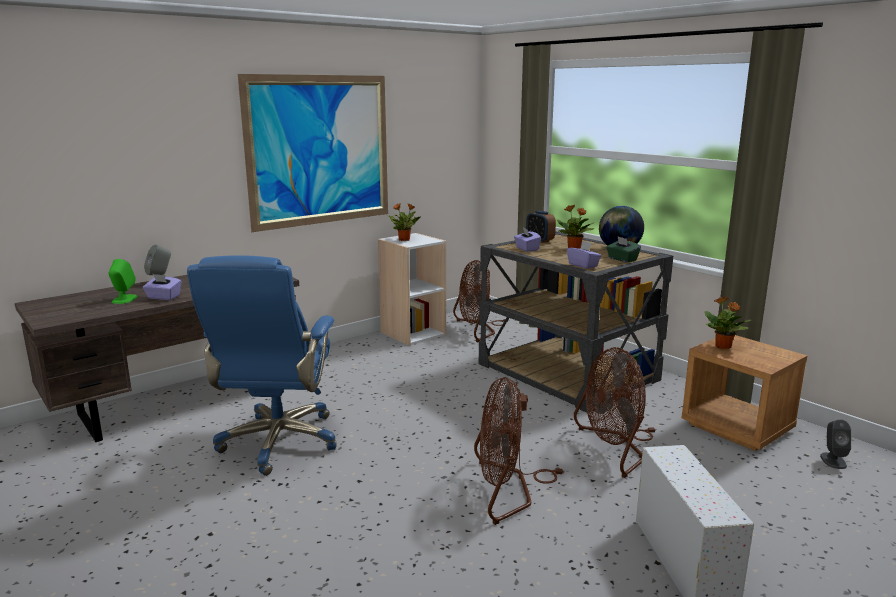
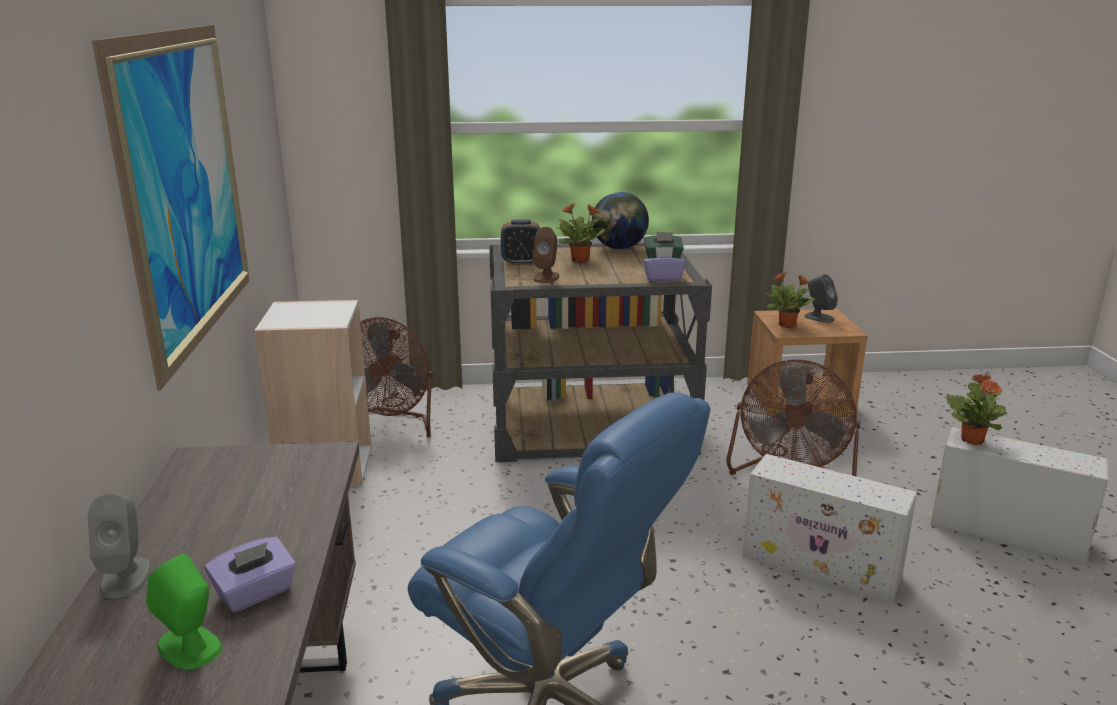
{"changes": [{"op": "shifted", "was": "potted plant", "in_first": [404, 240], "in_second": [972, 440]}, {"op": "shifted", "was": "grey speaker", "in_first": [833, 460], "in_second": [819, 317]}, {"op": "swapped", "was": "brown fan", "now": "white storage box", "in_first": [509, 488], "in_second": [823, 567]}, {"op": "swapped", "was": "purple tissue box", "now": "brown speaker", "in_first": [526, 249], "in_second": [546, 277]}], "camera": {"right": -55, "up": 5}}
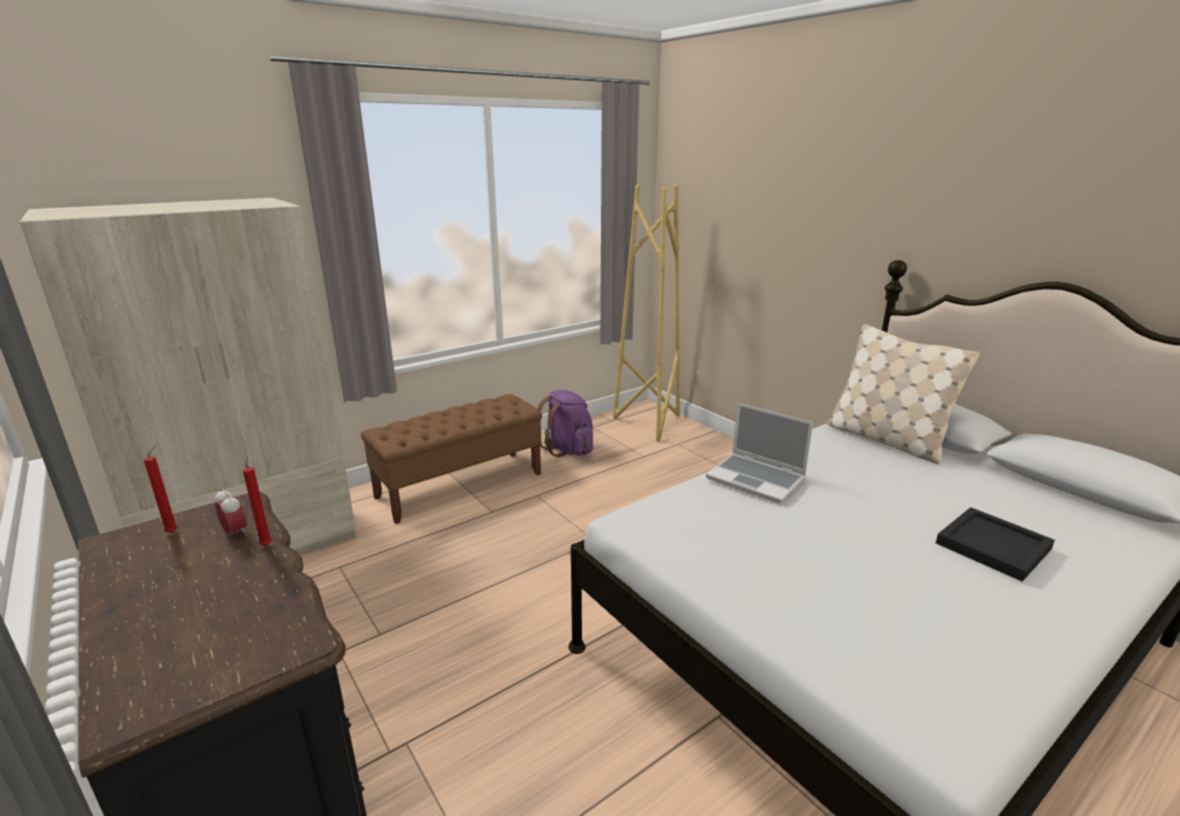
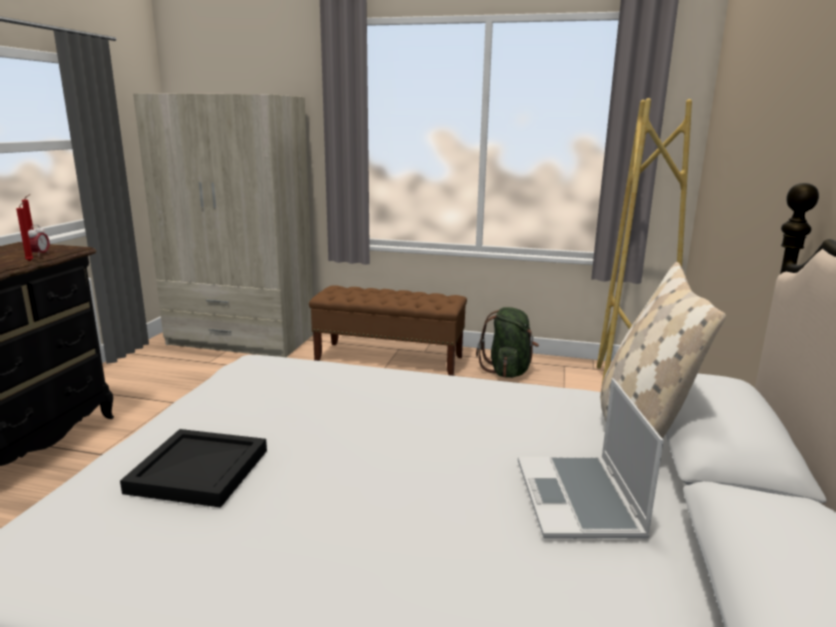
{"changes": [{"op": "shifted", "was": "laptop", "in_first": [757, 479], "in_second": [580, 500]}, {"op": "shifted", "was": "black tray", "in_first": [992, 545], "in_second": [201, 470]}, {"op": "repainted", "was": "purple backpack", "now": "green backpack", "in_first": [567, 449], "in_second": [508, 371]}], "camera": {"right": 50, "up": -5}}
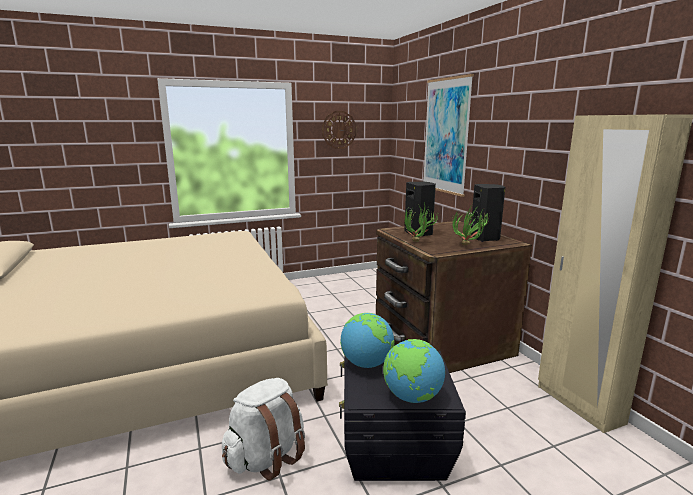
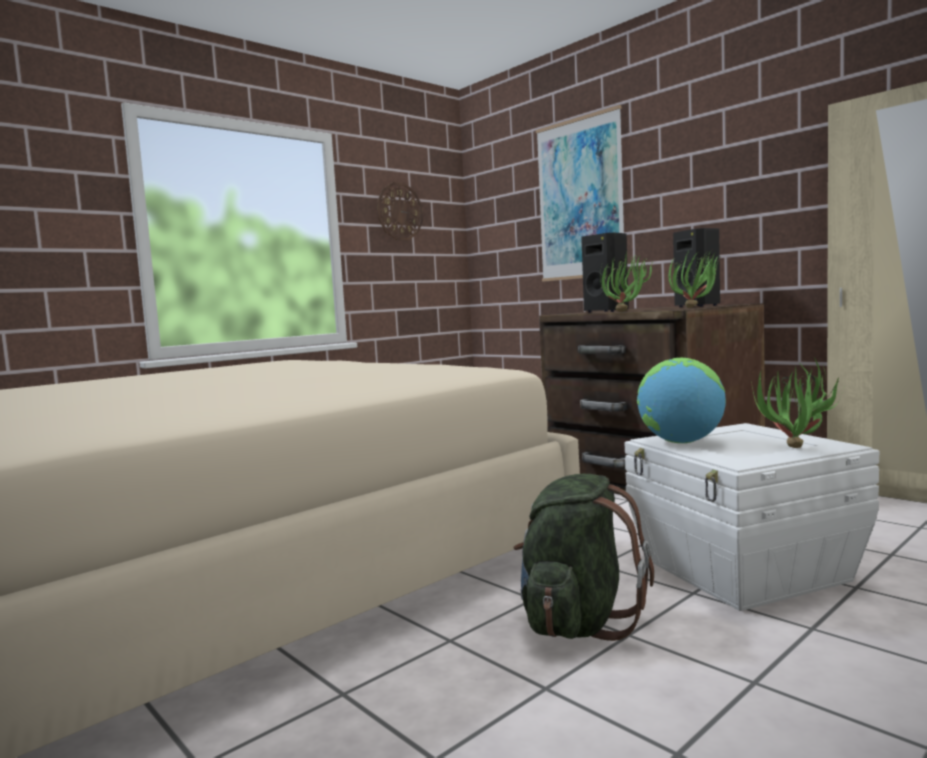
{"changes": [{"op": "swapped", "was": "globe", "now": "potted plant", "in_first": [412, 397], "in_second": [797, 450]}, {"op": "repainted", "was": "white backpack", "now": "green backpack", "in_first": [266, 457], "in_second": [577, 622]}, {"op": "repainted", "was": "black storage box", "now": "white storage box", "in_first": [394, 448], "in_second": [744, 570]}], "camera": {"right": -20, "up": -10}}
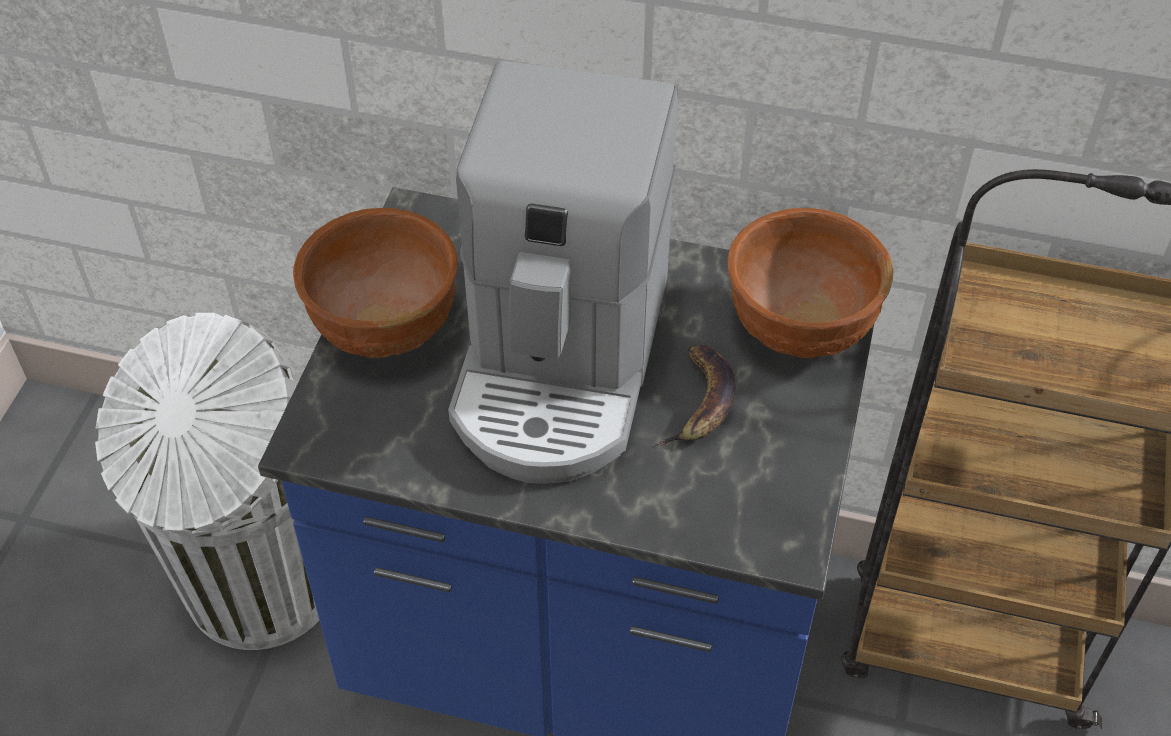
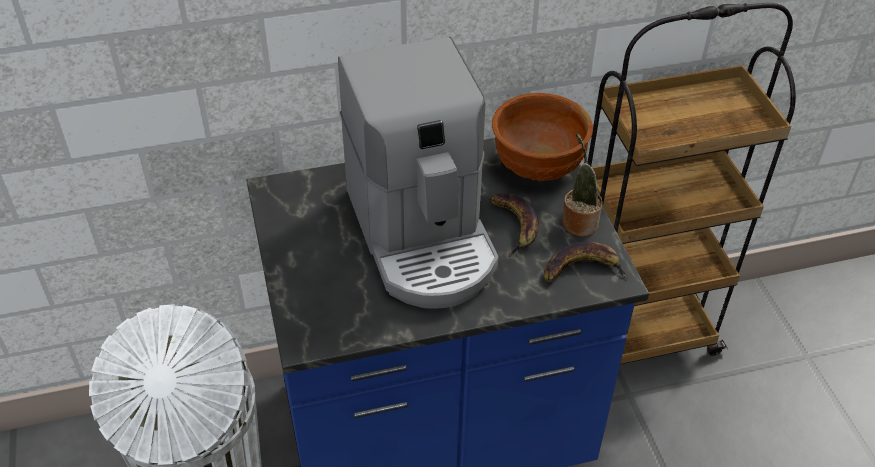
{"changes": [{"op": "gone", "was": "brown bowl", "in_first": [386, 326]}, {"op": "new", "now": "banana", "in_second": [582, 269]}, {"op": "new", "now": "potted plant", "in_second": [578, 222]}], "camera": {"right": -30, "up": -5}}
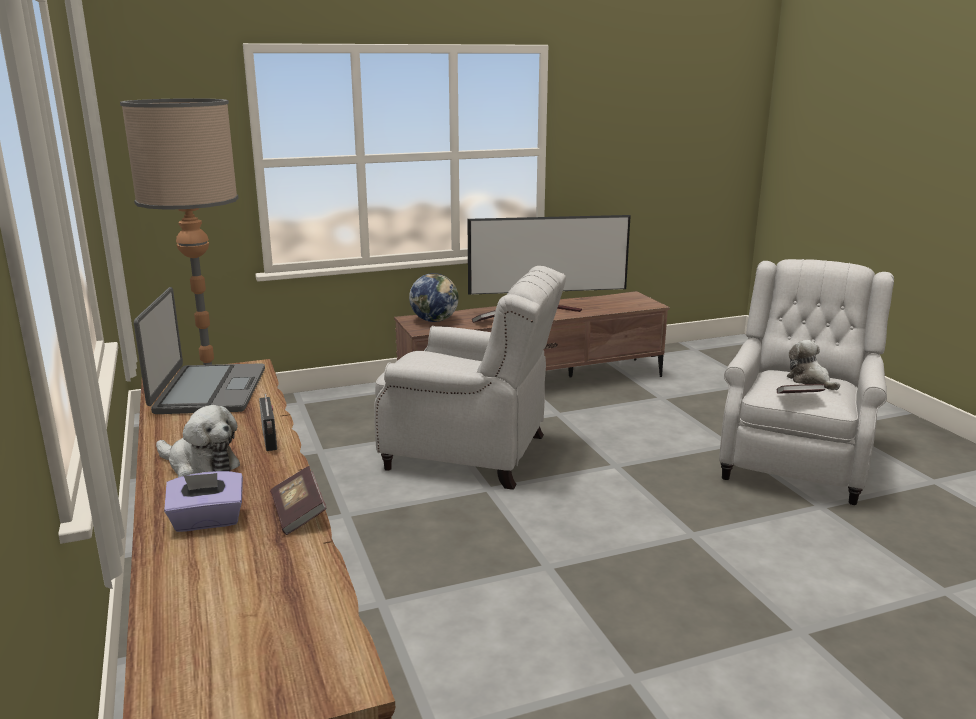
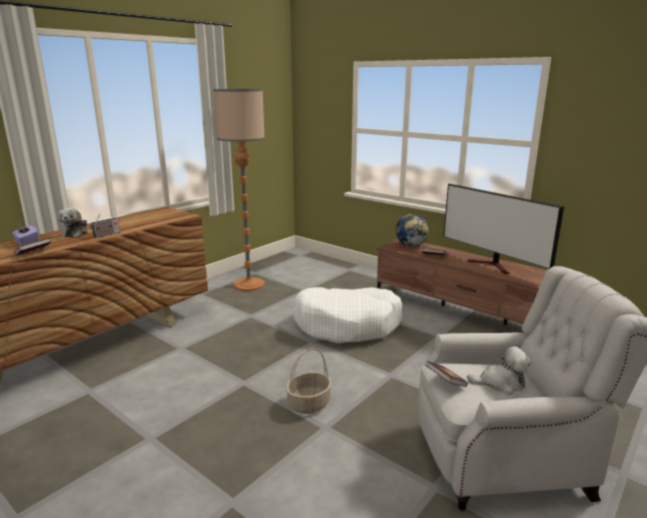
{"changes": [{"op": "gone", "was": "laptop", "in_first": [208, 391]}, {"op": "new", "now": "basket", "in_second": [308, 404]}, {"op": "swapped", "was": "white armchair", "now": "white dog bed", "in_first": [469, 453], "in_second": [347, 325]}, {"op": "rotated", "was": "plush toy", "in_first": [810, 381], "in_second": [500, 383], "clockwise": 60}], "camera": {"right": 60, "up": 0}}
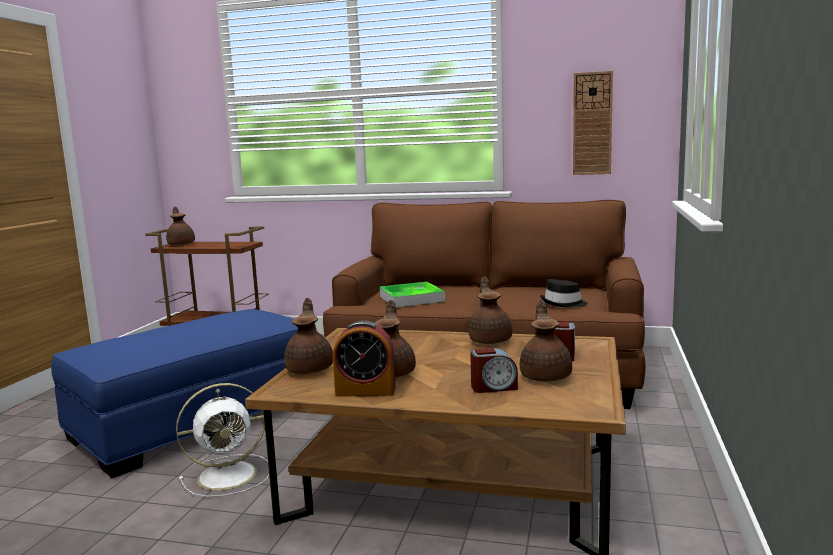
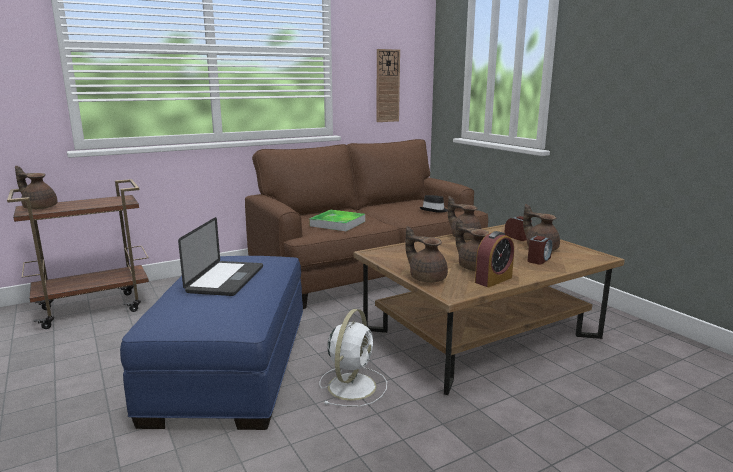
{"changes": [{"op": "new", "now": "laptop", "in_second": [226, 279]}], "camera": {"right": -45, "up": 5}}
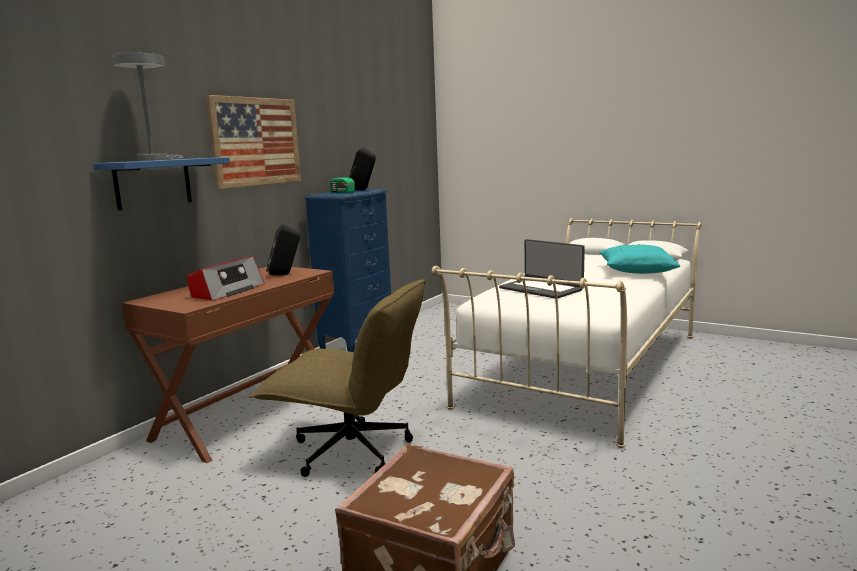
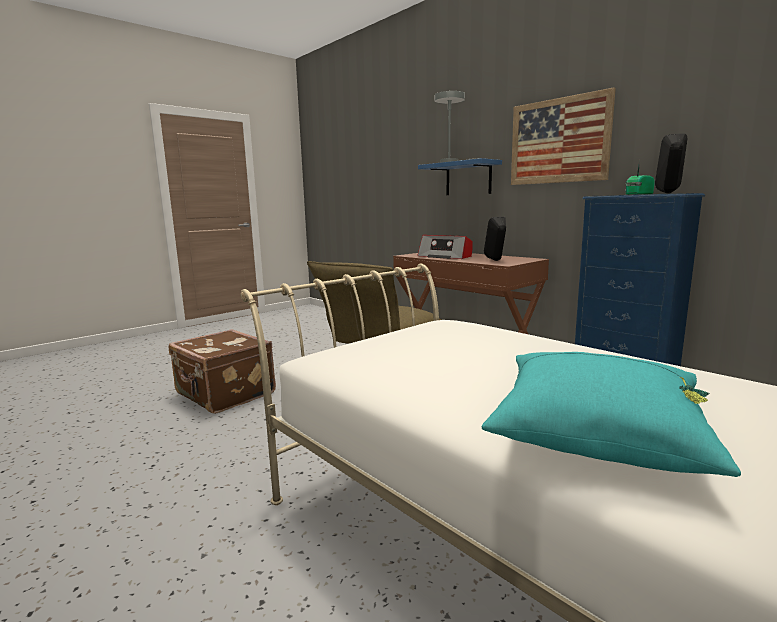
{"changes": [{"op": "gone", "was": "laptop", "in_first": [541, 289]}], "camera": {"right": 105, "up": 0}}
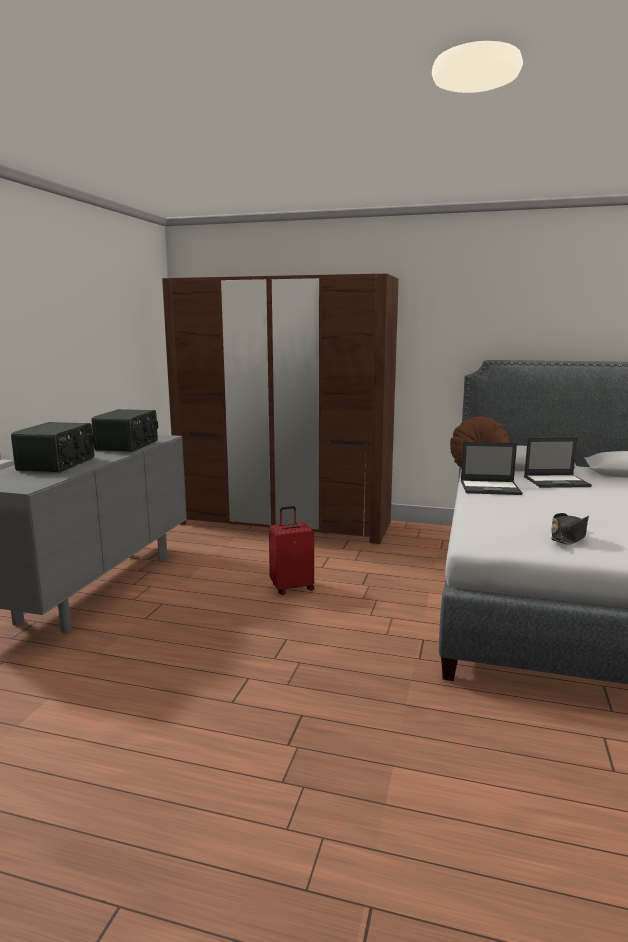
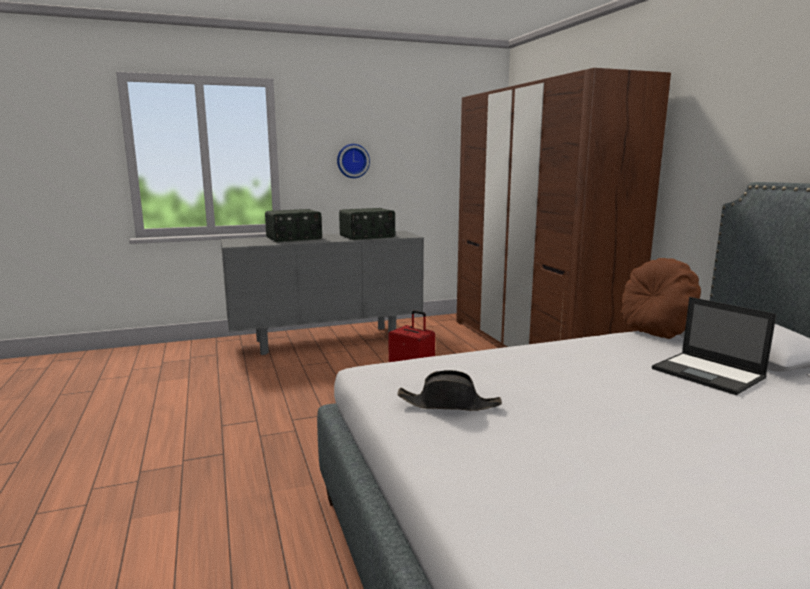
{"changes": [{"op": "gone", "was": "laptop", "in_first": [491, 488]}, {"op": "new", "now": "wall clock", "in_second": [352, 161]}], "camera": {"right": 55, "up": 0}}
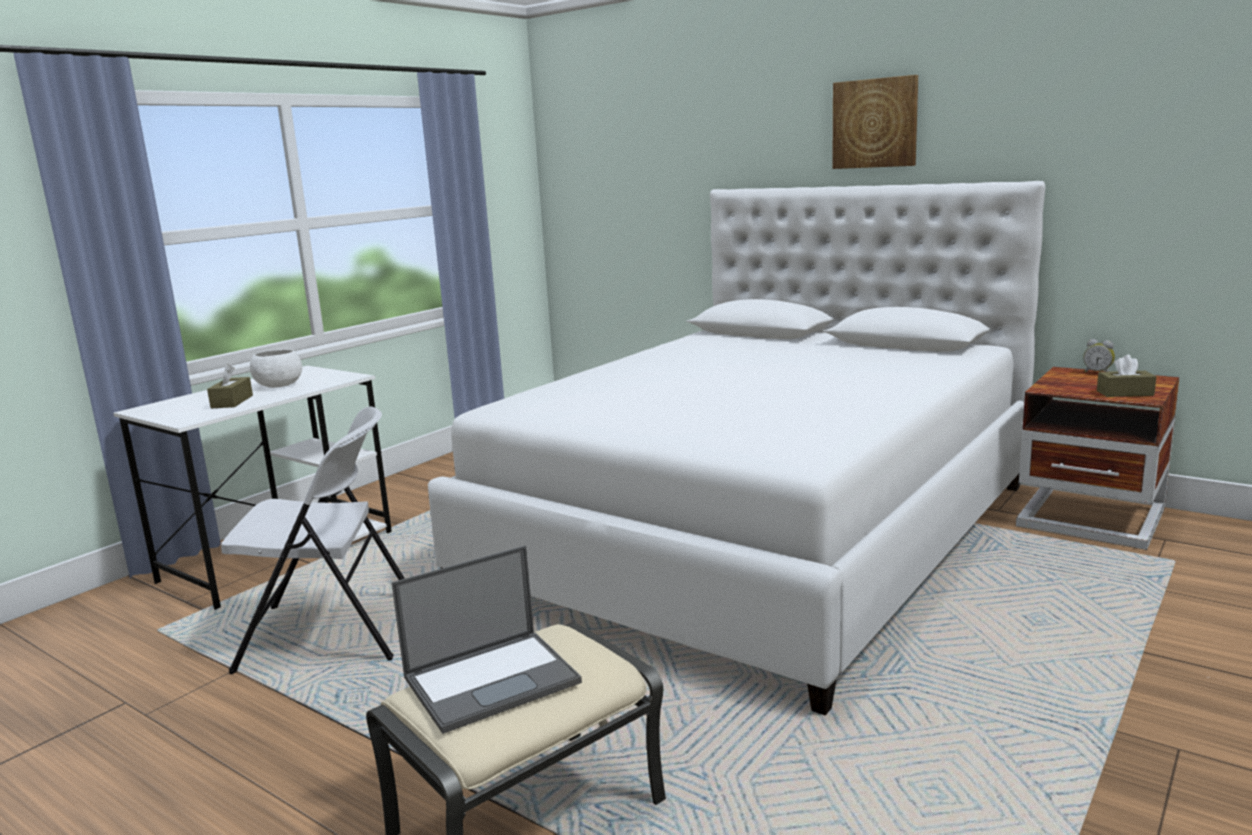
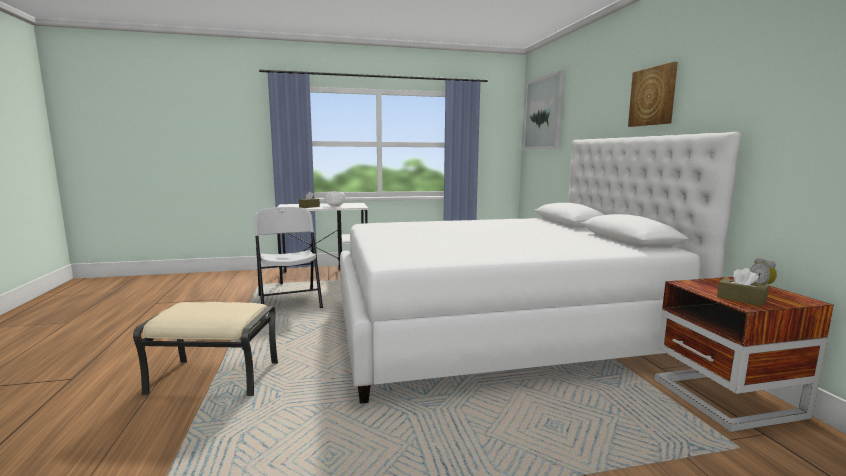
{"changes": [{"op": "gone", "was": "laptop", "in_first": [493, 679]}, {"op": "new", "now": "picture", "in_second": [543, 113]}, {"op": "rotated", "was": "white chair", "in_first": [329, 632], "in_second": [290, 301], "clockwise": -150}], "camera": {"right": 40, "up": -5}}
